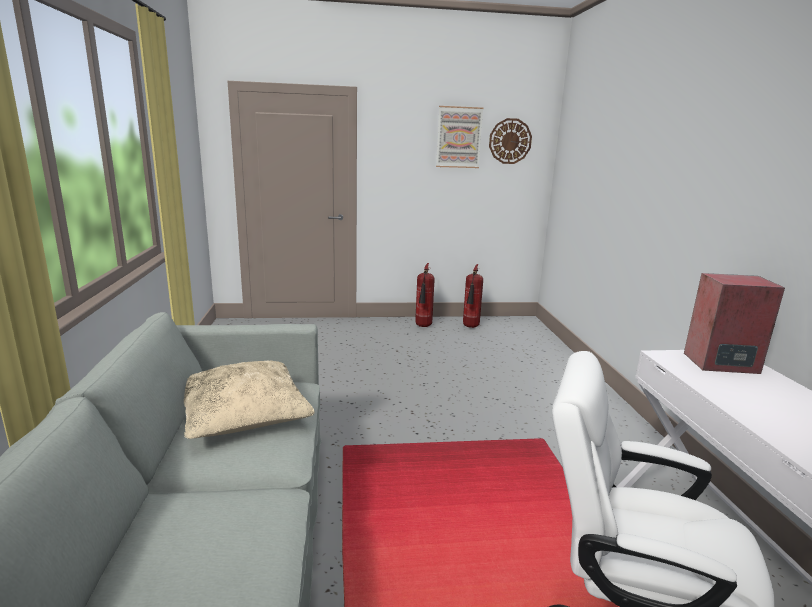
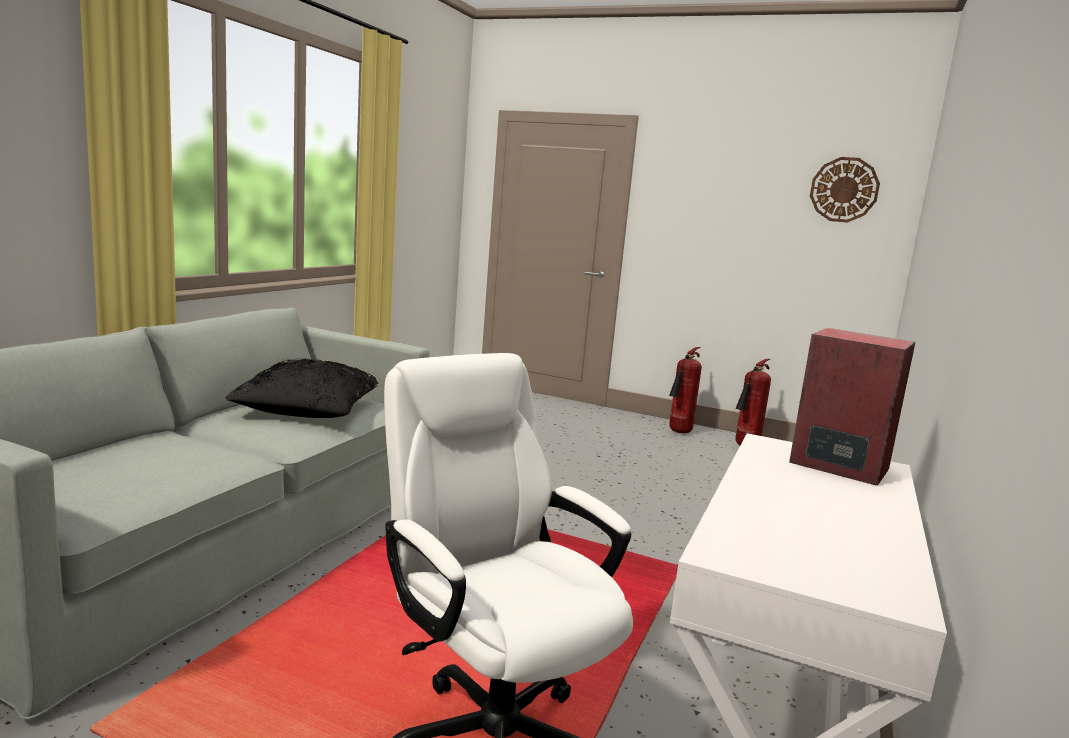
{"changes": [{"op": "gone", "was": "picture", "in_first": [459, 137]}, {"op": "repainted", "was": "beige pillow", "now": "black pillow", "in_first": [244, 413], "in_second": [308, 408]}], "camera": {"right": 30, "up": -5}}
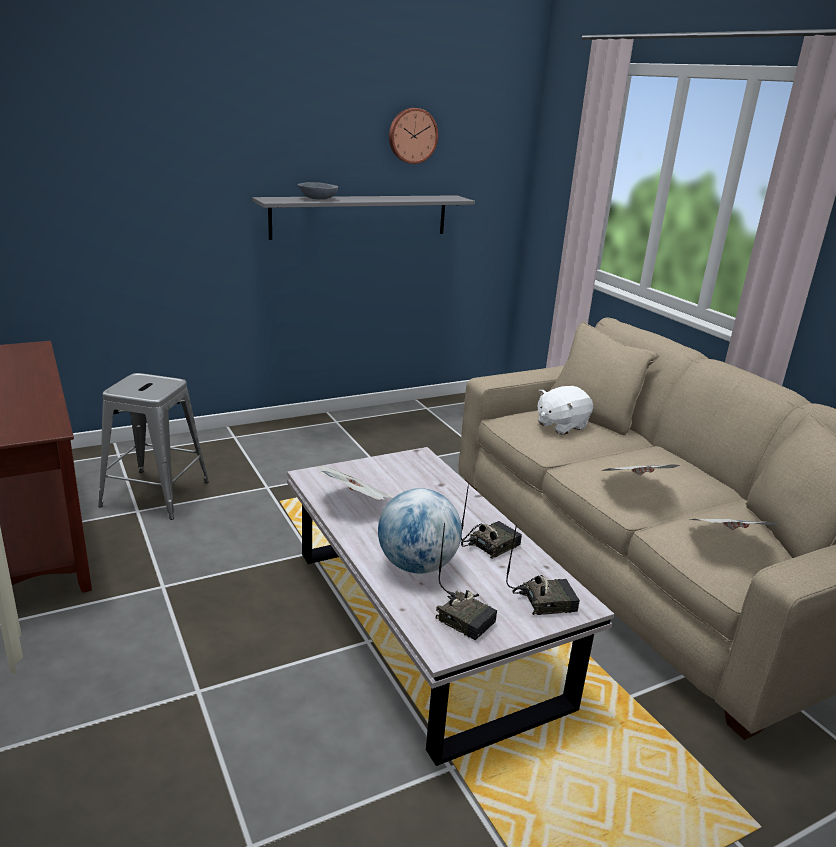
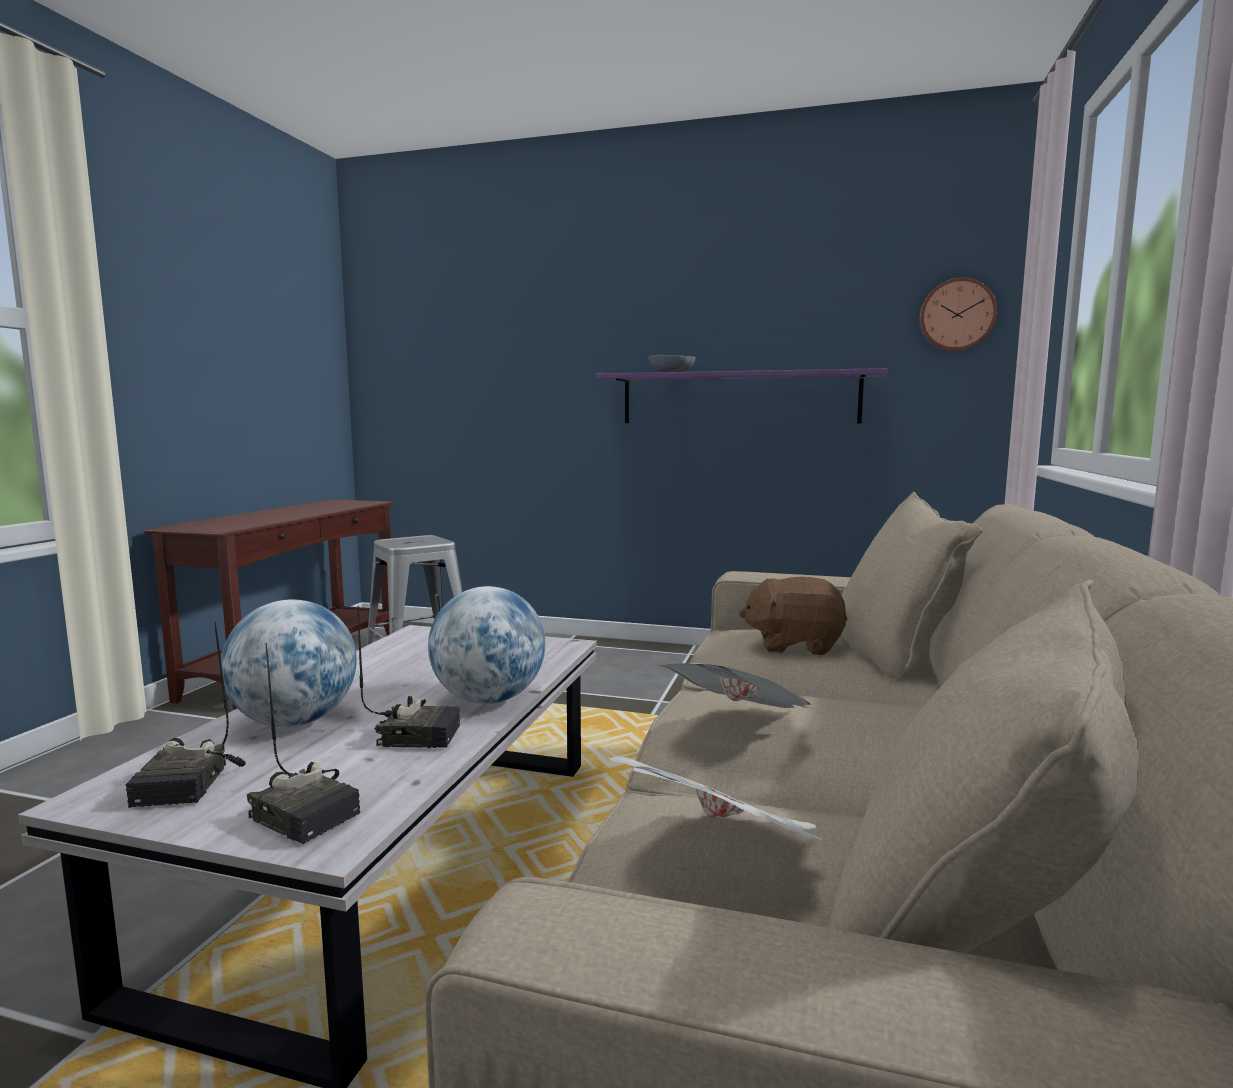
{"changes": [{"op": "gone", "was": "newspaper", "in_first": [355, 502]}, {"op": "new", "now": "globe", "in_second": [489, 700]}, {"op": "shifted", "was": "wall clock", "in_first": [412, 135], "in_second": [956, 315]}, {"op": "repainted", "was": "grey shelf", "now": "purple shelf", "in_first": [360, 216], "in_second": [738, 398]}, {"op": "repainted", "was": "white plush toy", "now": "brown plush toy", "in_first": [561, 425], "in_second": [794, 645]}], "camera": {"right": 45, "up": -15}}
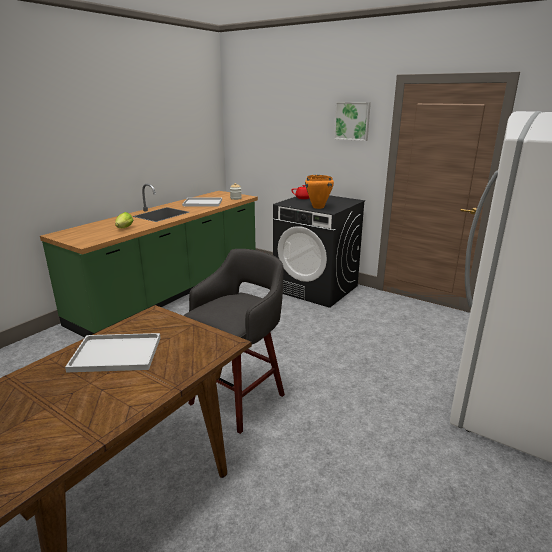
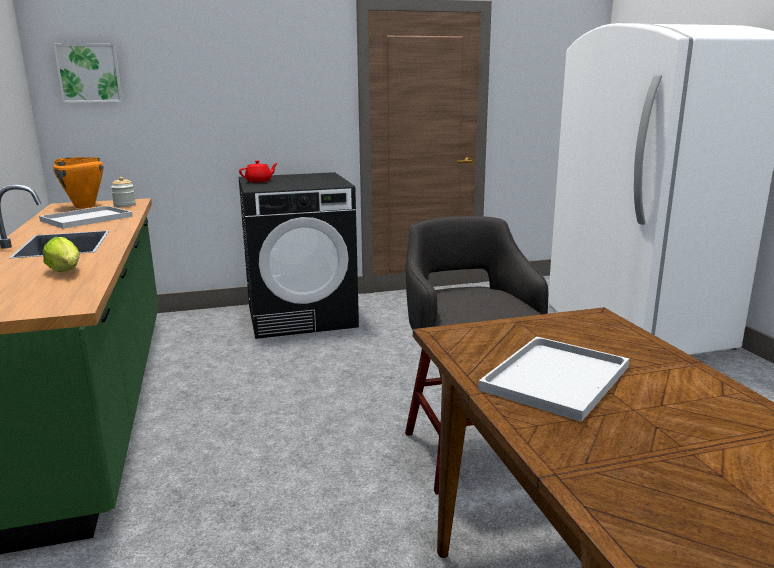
{"changes": [{"op": "shifted", "was": "orange cooking pot", "in_first": [318, 207], "in_second": [84, 206]}, {"op": "shifted", "was": "picture", "in_first": [352, 121], "in_second": [89, 73]}], "camera": {"right": -50, "up": -5}}
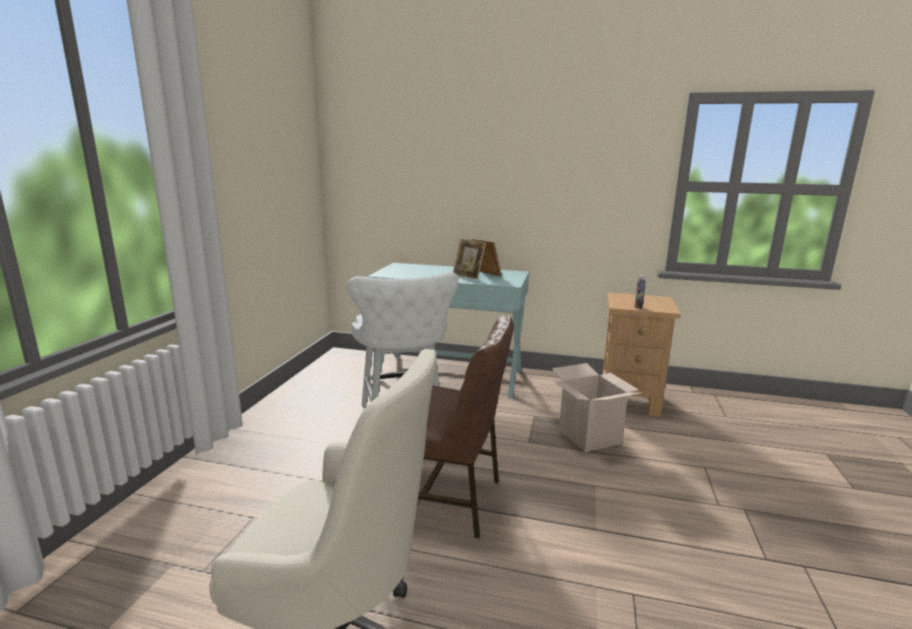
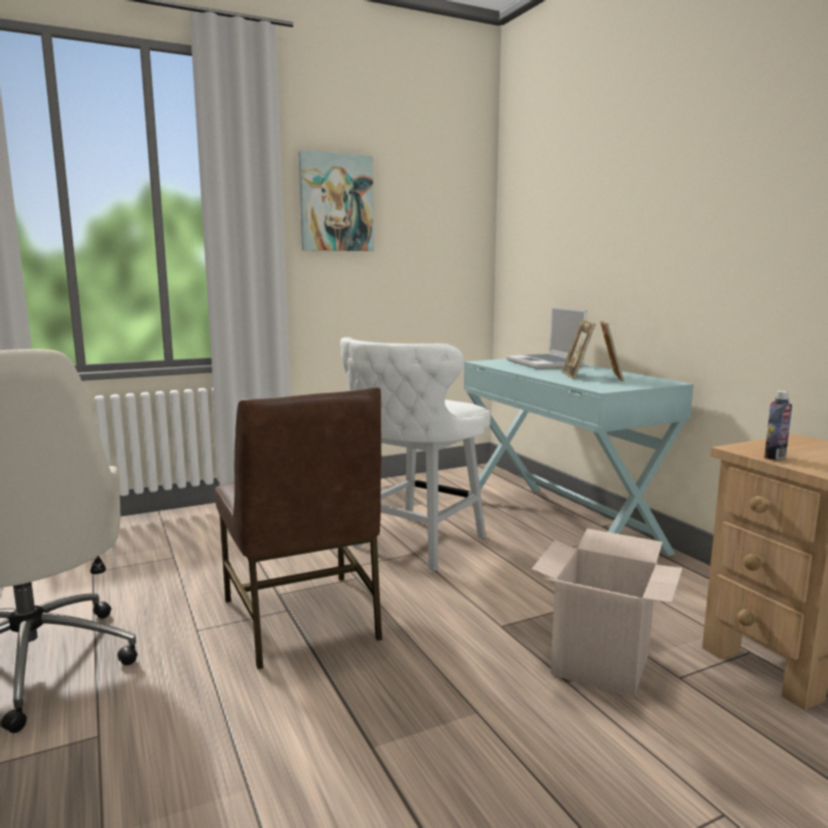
{"changes": [{"op": "new", "now": "picture", "in_second": [336, 203]}, {"op": "new", "now": "laptop", "in_second": [545, 364]}], "camera": {"right": 50, "up": -5}}
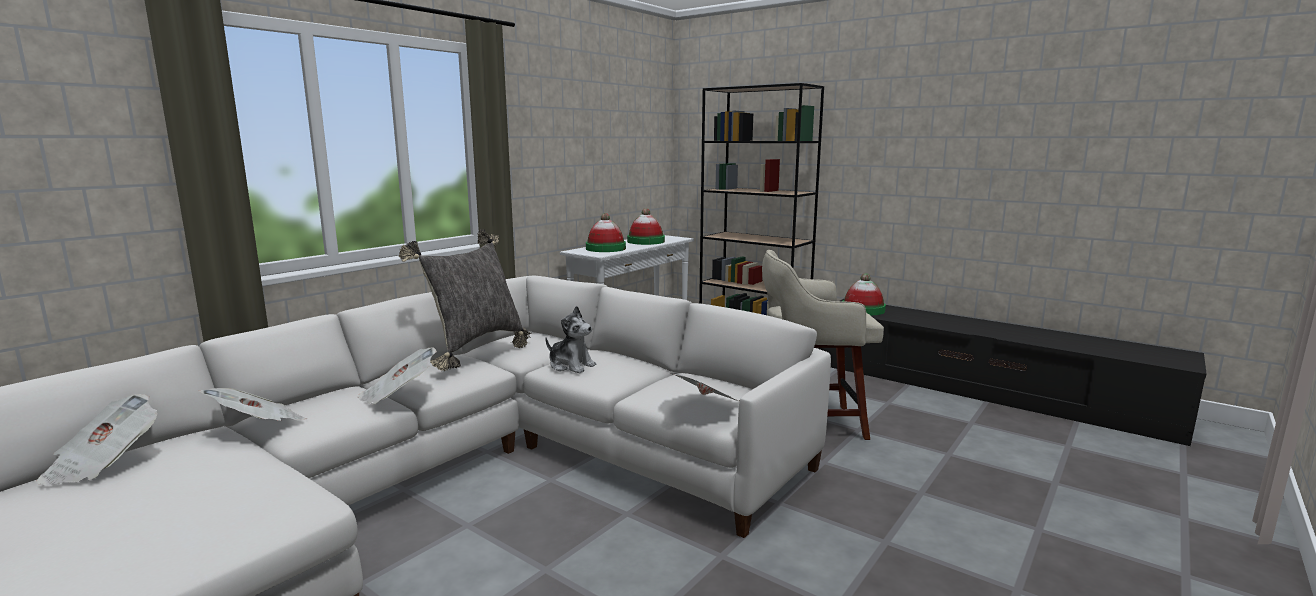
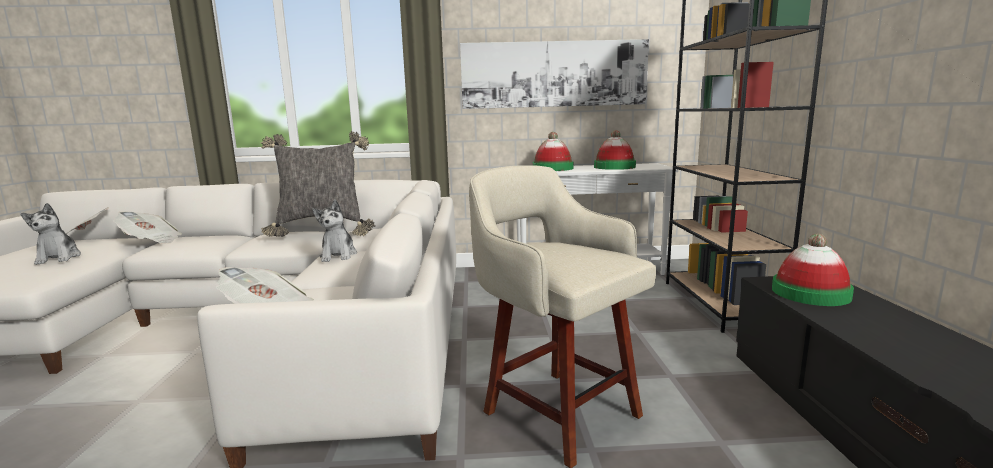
{"changes": [{"op": "gone", "was": "newspaper", "in_first": [398, 395]}, {"op": "new", "now": "plush toy", "in_second": [58, 258]}, {"op": "new", "now": "picture", "in_second": [554, 74]}], "camera": {"right": 50, "up": 0}}
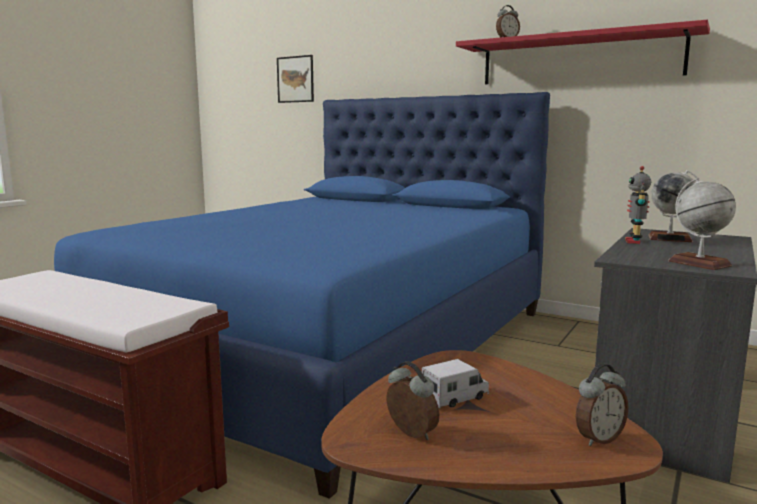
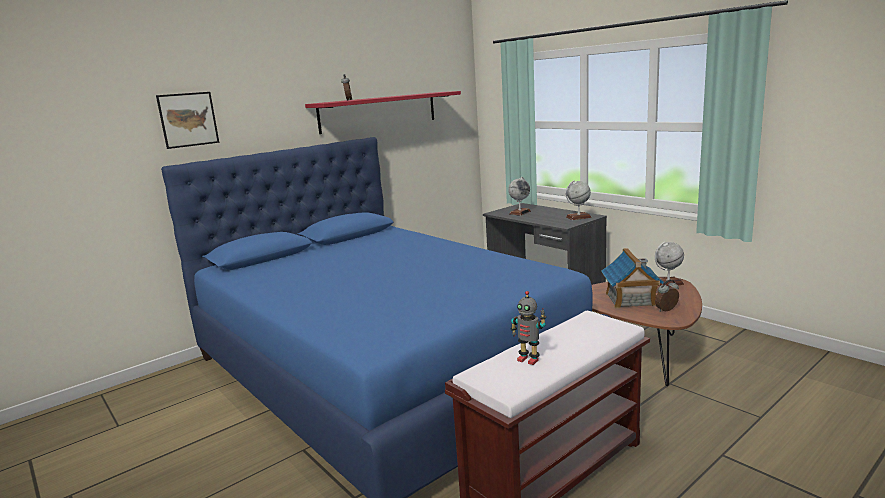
{"changes": [{"op": "shifted", "was": "picture", "in_first": [295, 79], "in_second": [188, 119]}, {"op": "shifted", "was": "toy robot", "in_first": [634, 242], "in_second": [528, 359]}, {"op": "swapped", "was": "toy truck", "now": "toy house", "in_first": [455, 398], "in_second": [630, 299]}, {"op": "swapped", "was": "alarm clock", "now": "globe", "in_first": [598, 438], "in_second": [668, 283]}], "camera": {"right": -70, "up": 5}}
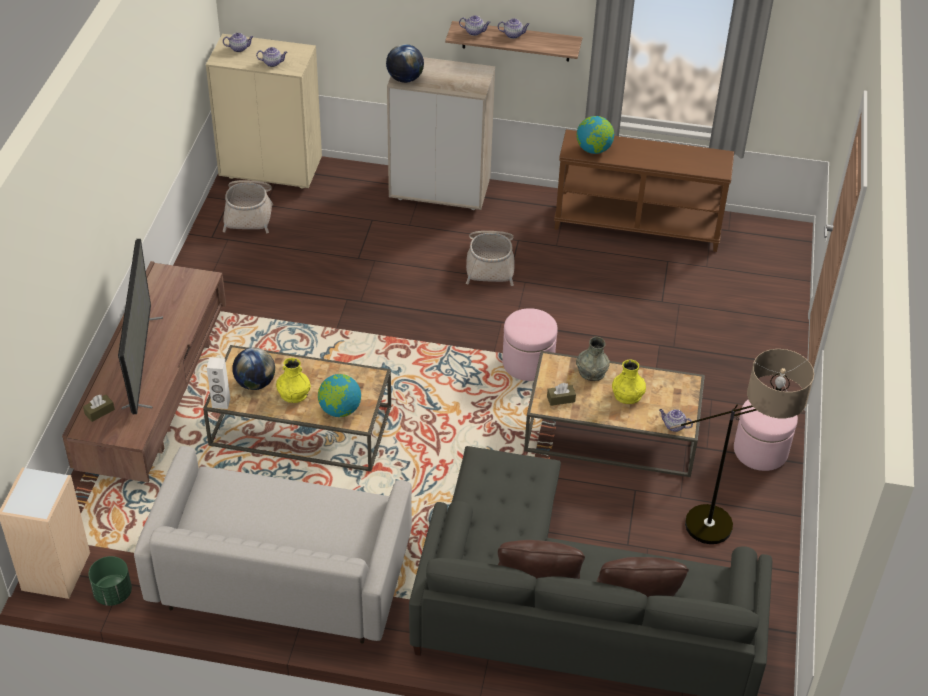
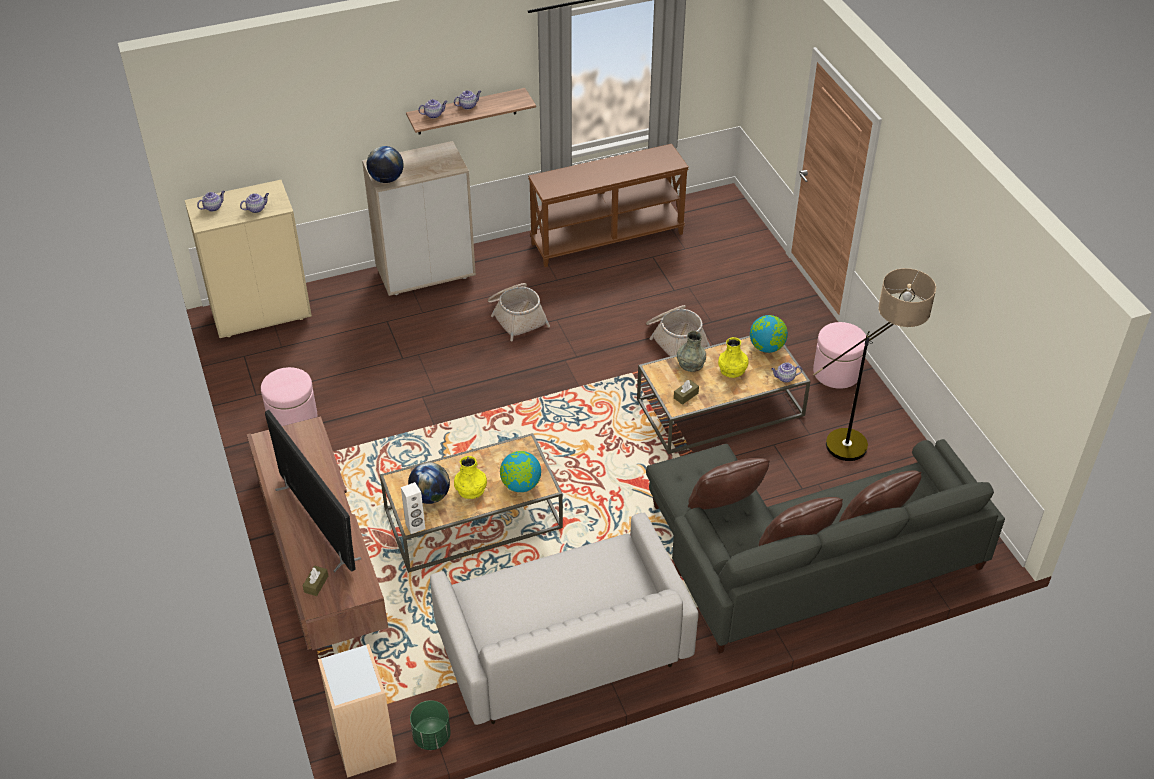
{"changes": [{"op": "new", "now": "brown pillow", "in_second": [725, 507]}, {"op": "shifted", "was": "basket", "in_first": [249, 213], "in_second": [675, 339]}, {"op": "shifted", "was": "pink ottoman", "in_first": [528, 363], "in_second": [293, 419]}, {"op": "shifted", "was": "globe", "in_first": [593, 150], "in_second": [767, 347]}], "camera": {"right": -30, "up": 0}}
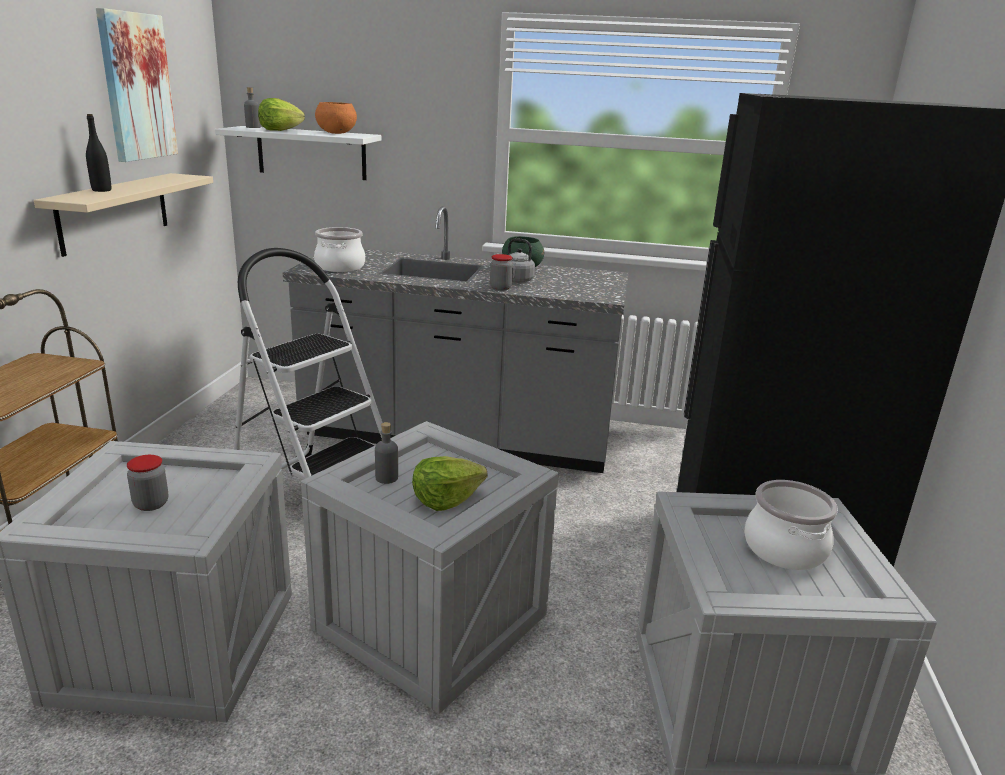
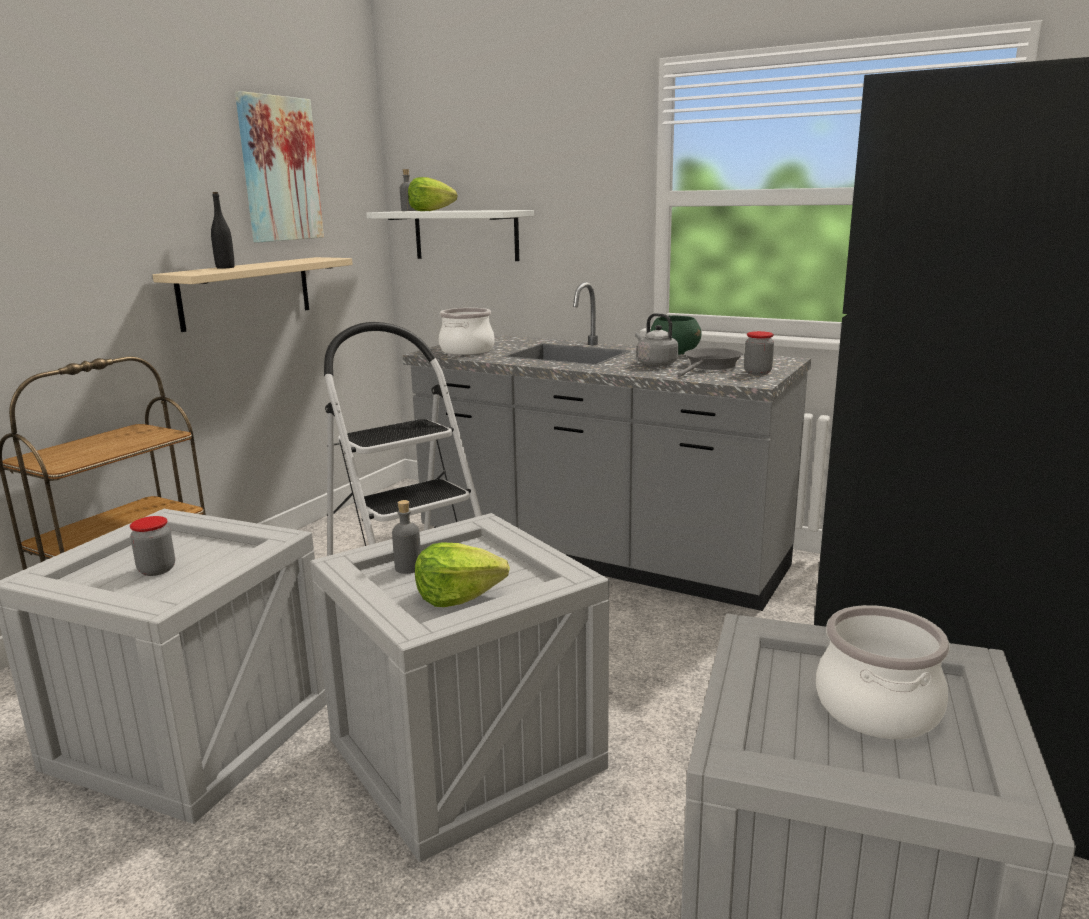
{"changes": [{"op": "gone", "was": "orange bowl", "in_first": [336, 133]}, {"op": "new", "now": "grey frying pan", "in_second": [710, 366]}, {"op": "shifted", "was": "jar", "in_first": [500, 288], "in_second": [757, 372]}], "camera": {"right": 20, "up": -5}}
